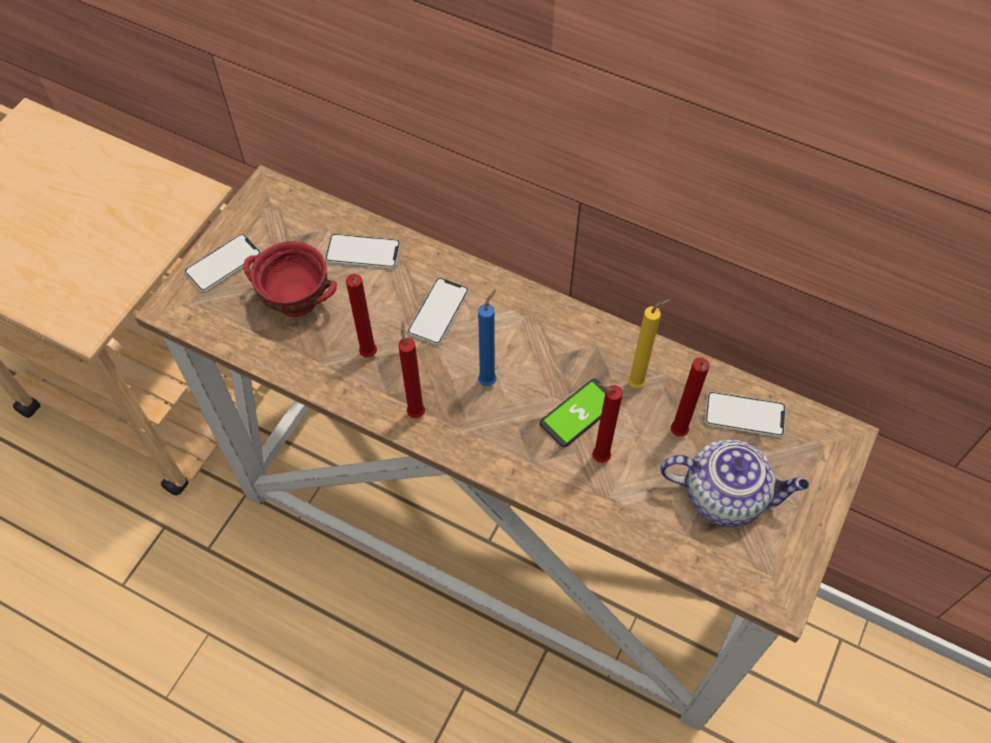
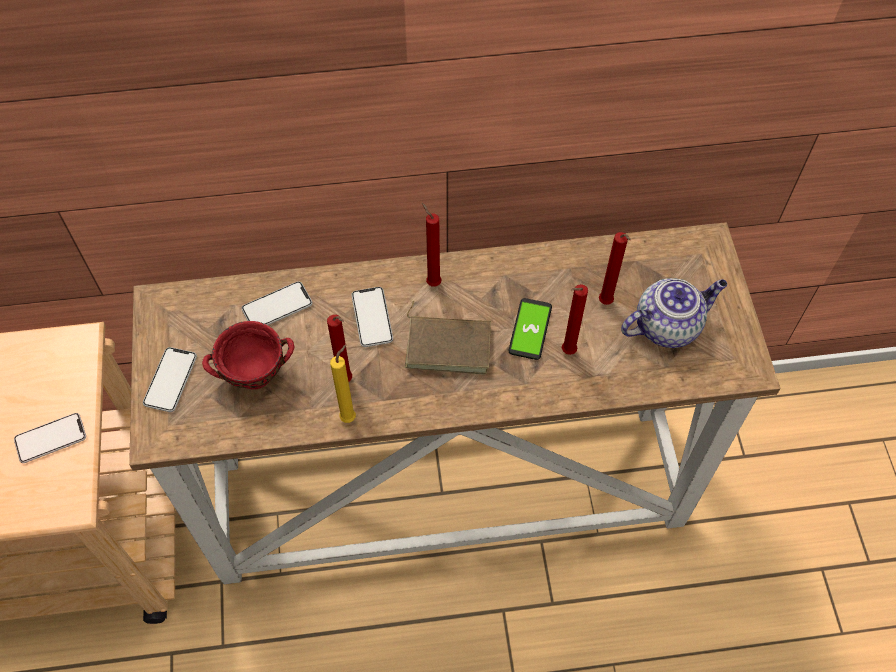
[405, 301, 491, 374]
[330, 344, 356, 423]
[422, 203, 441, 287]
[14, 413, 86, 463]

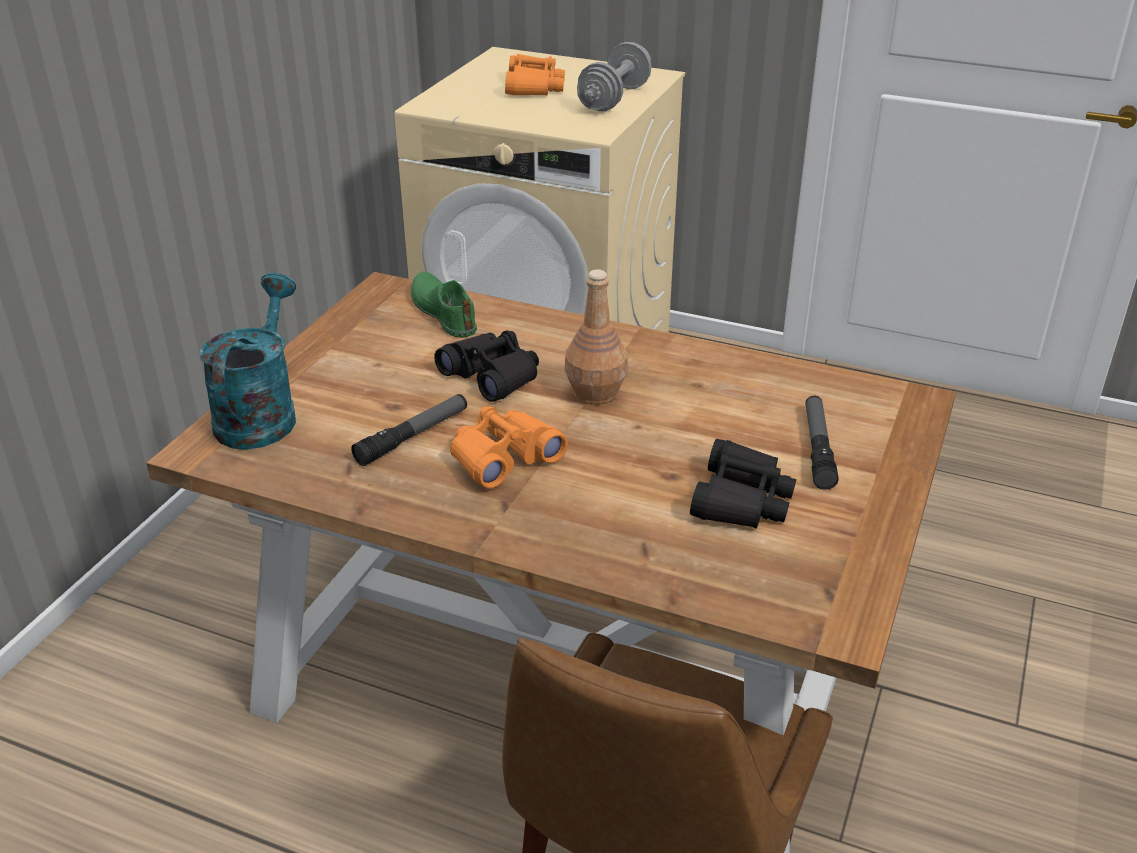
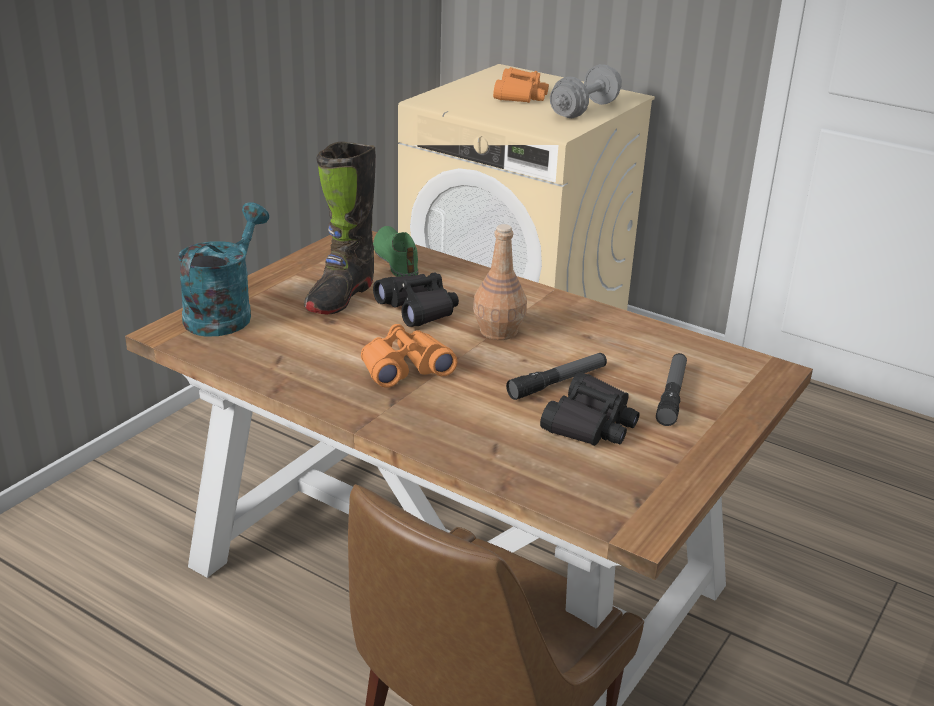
[506, 353, 607, 400]
[304, 142, 376, 314]

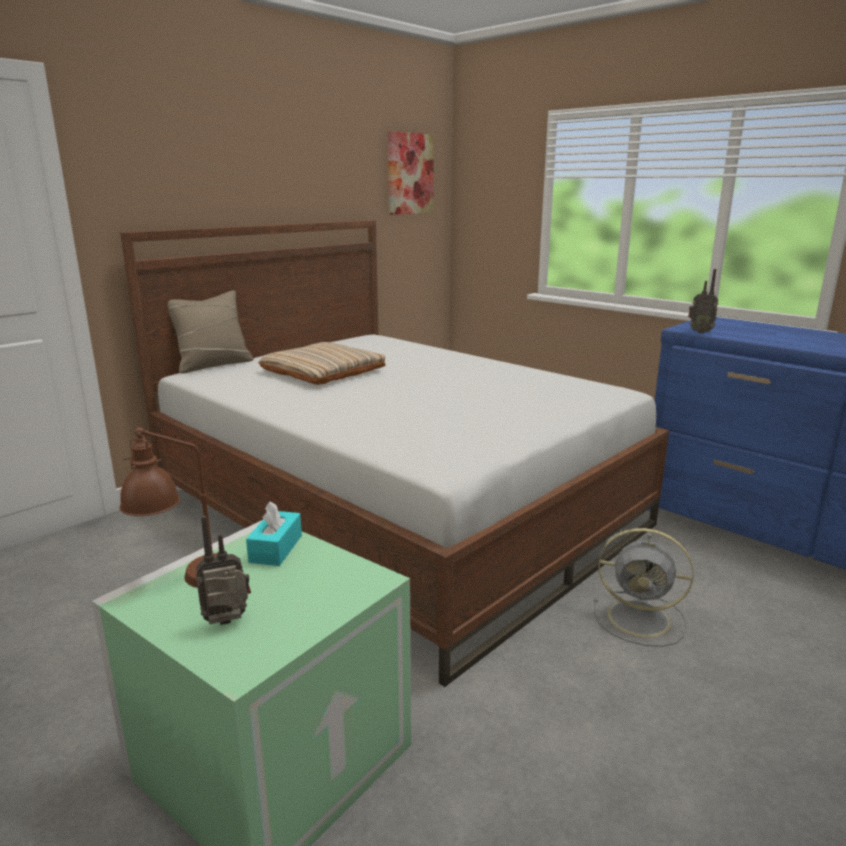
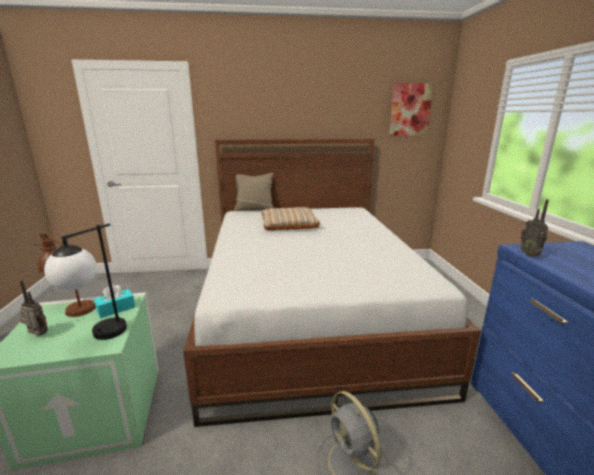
[44, 223, 127, 340]

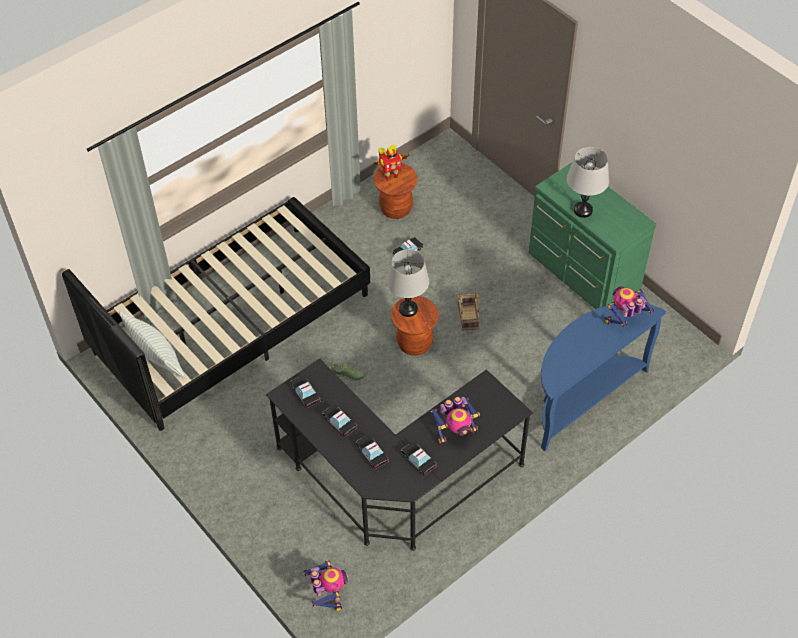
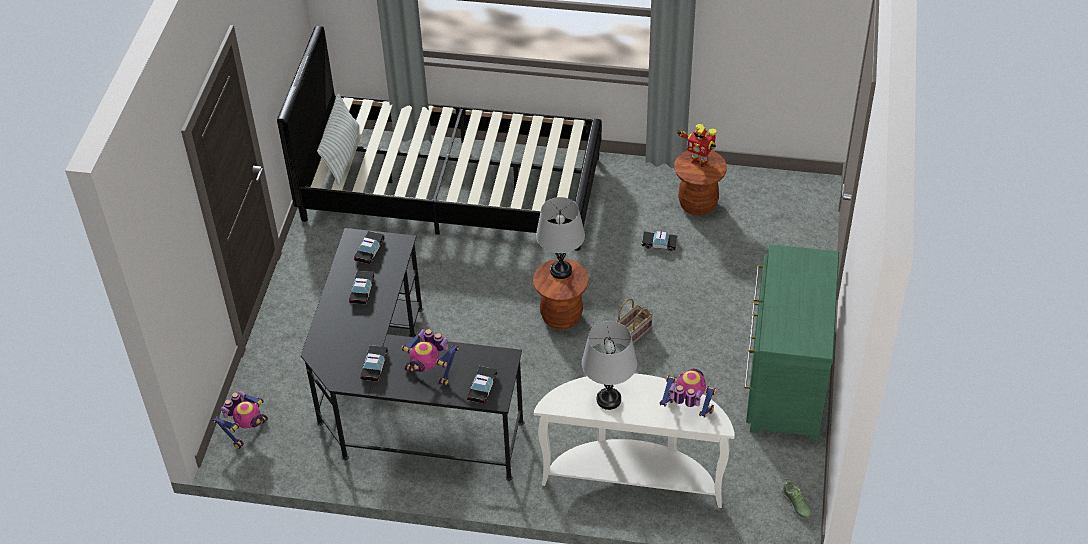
[582, 321, 637, 410]
[534, 373, 735, 508]
[781, 479, 812, 519]
[467, 366, 497, 404]

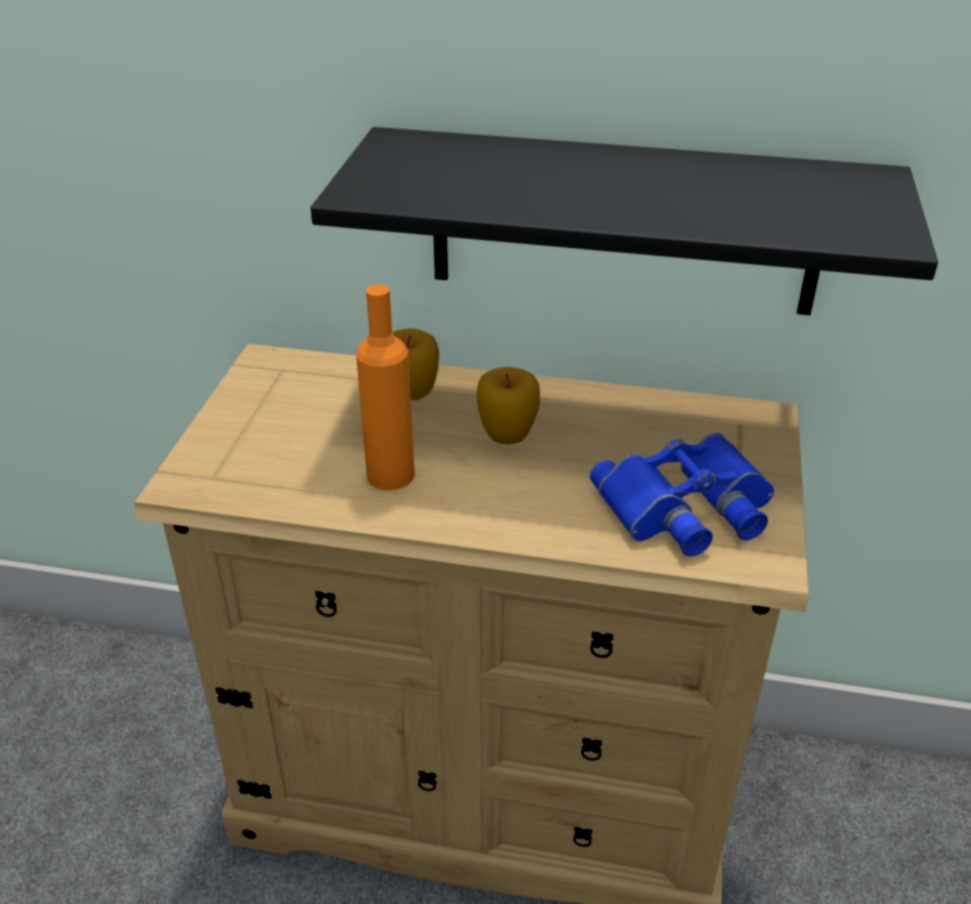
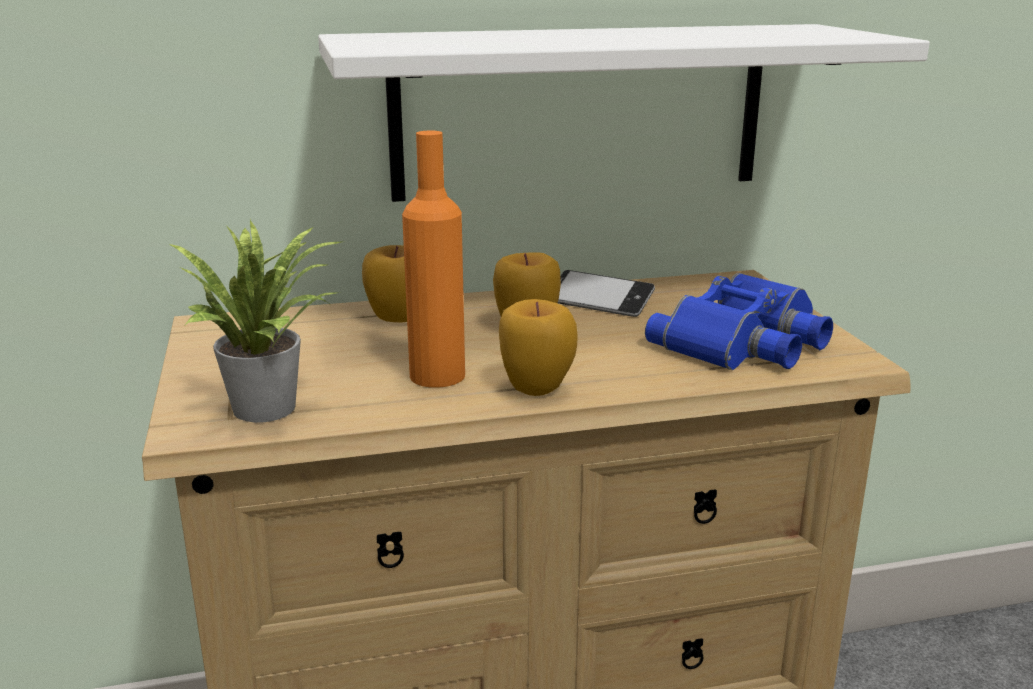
[318, 24, 930, 202]
[168, 219, 341, 423]
[558, 270, 655, 317]
[499, 299, 577, 396]

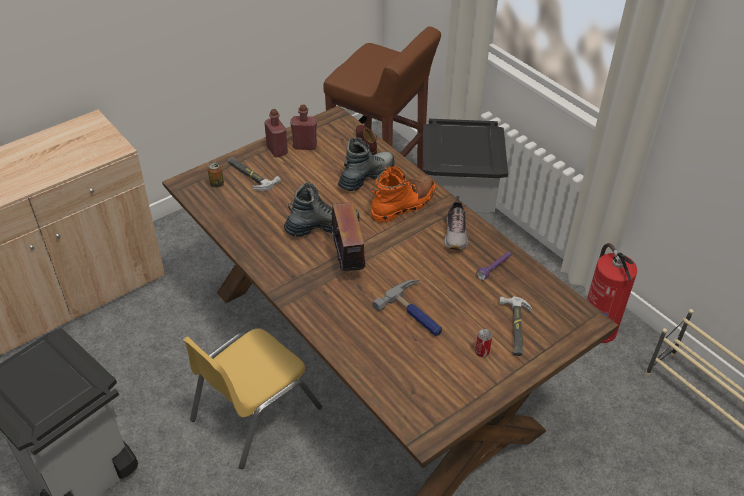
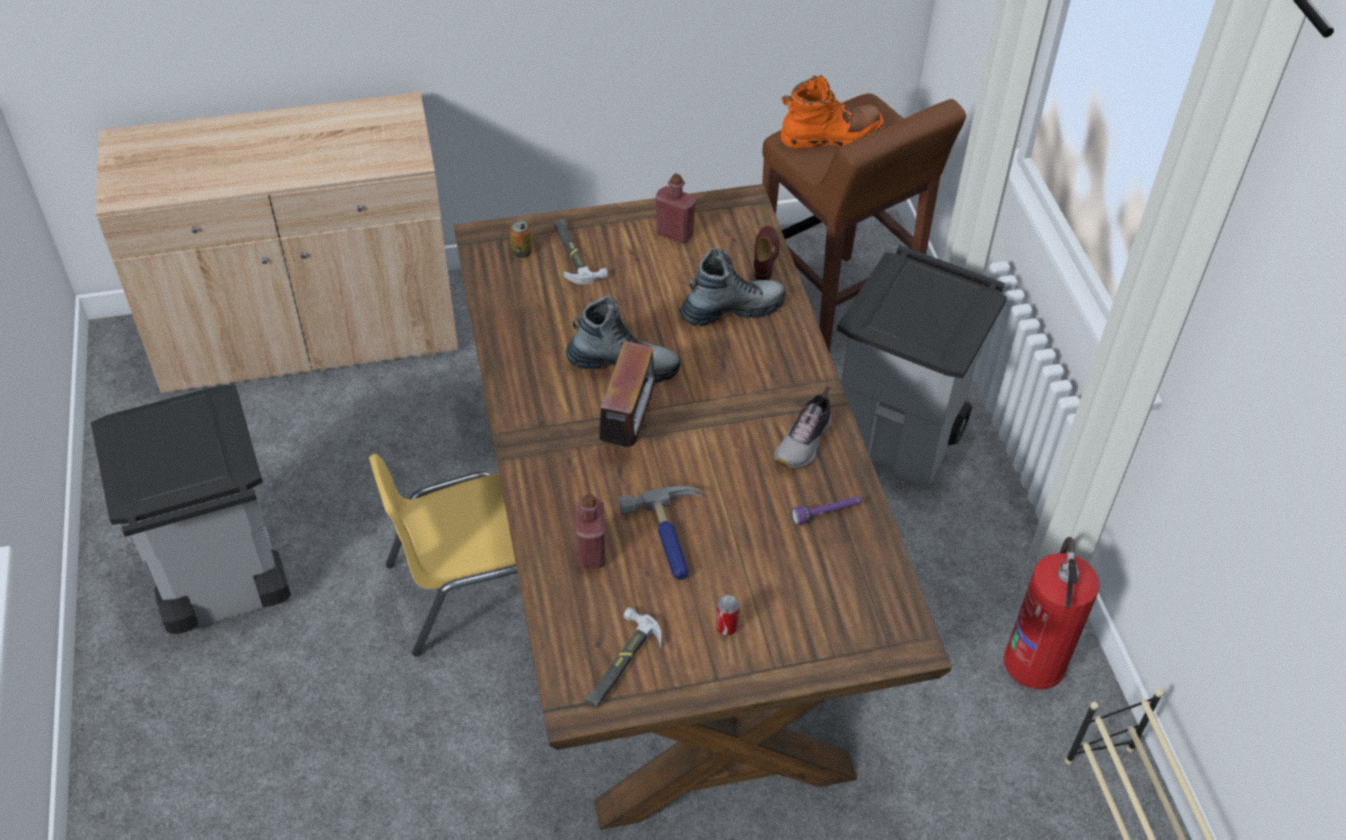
[576, 494, 605, 569]
[780, 75, 884, 150]
[585, 607, 661, 708]

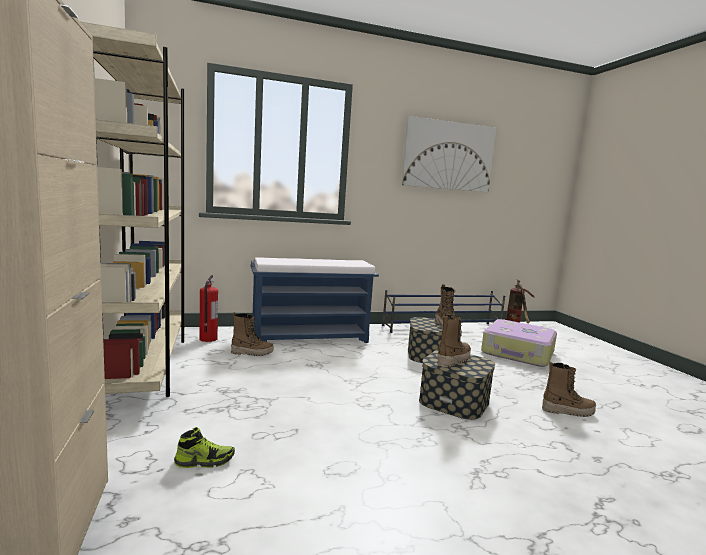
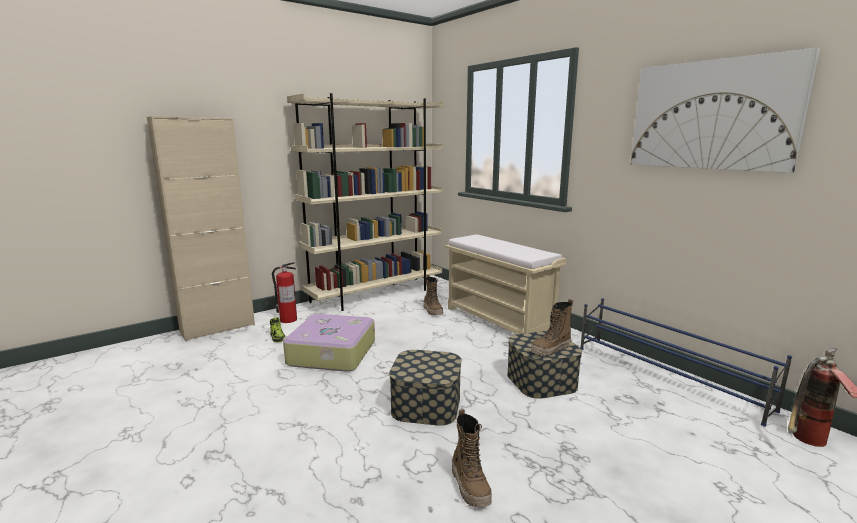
[445, 234, 566, 334]
[272, 262, 297, 323]
[437, 314, 471, 367] (first image)
[283, 314, 375, 372]

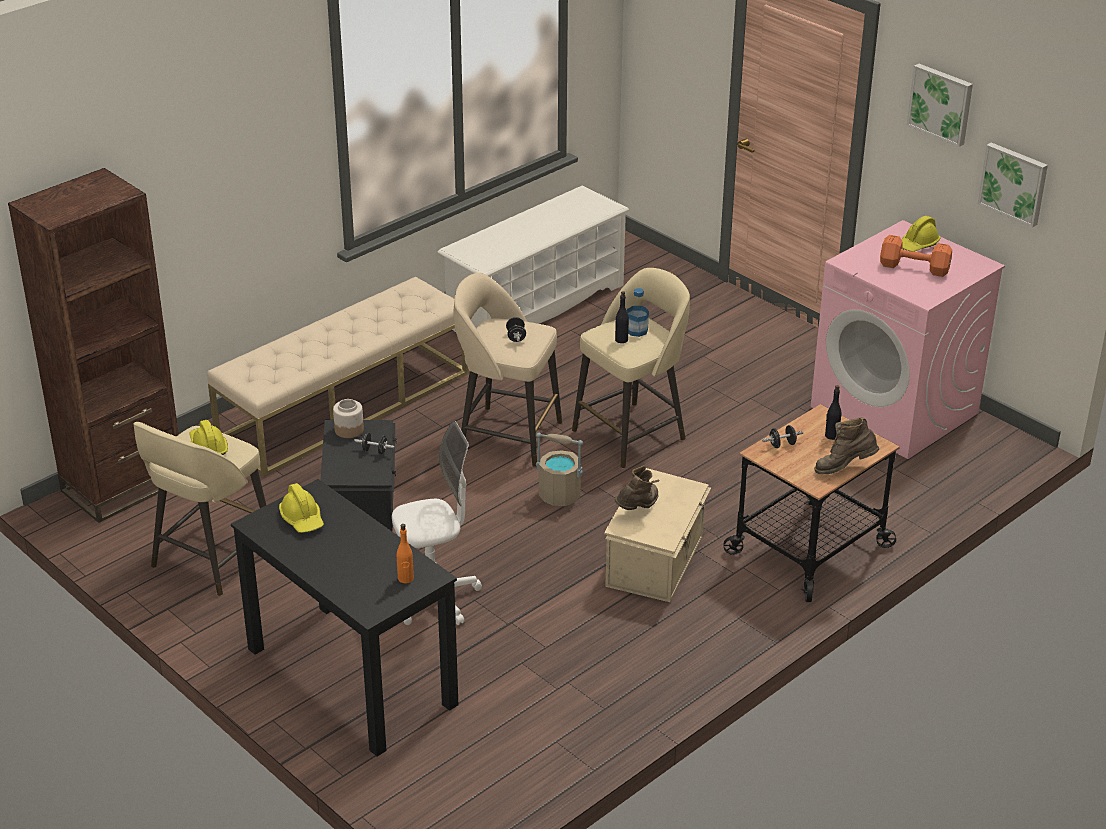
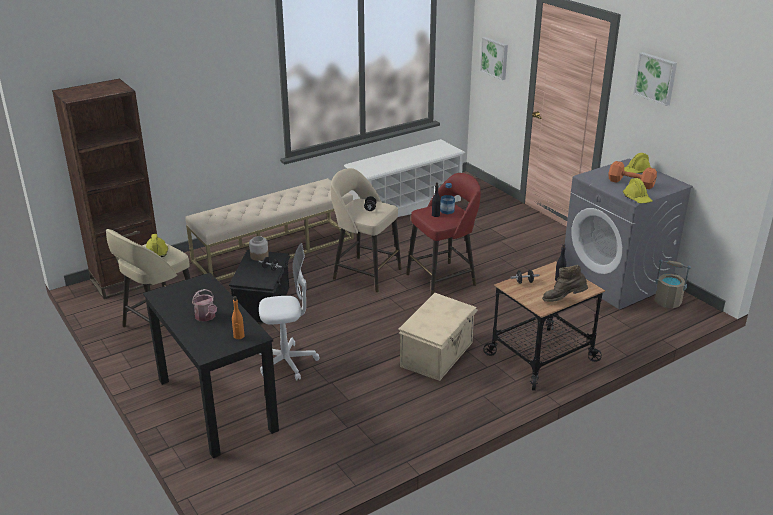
[480, 37, 508, 80]
[565, 159, 693, 310]
[406, 173, 481, 296]
[654, 260, 691, 308]
[614, 466, 660, 510] (first image)
[623, 178, 652, 203]
[192, 289, 217, 321]

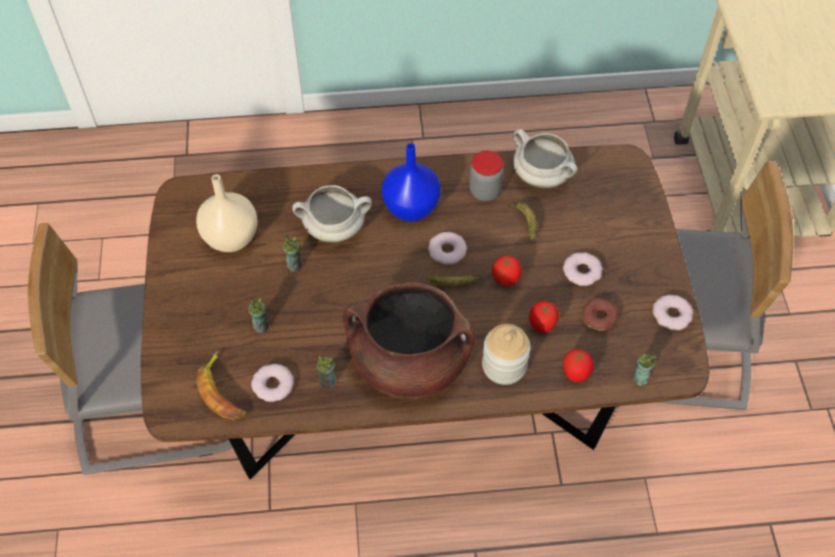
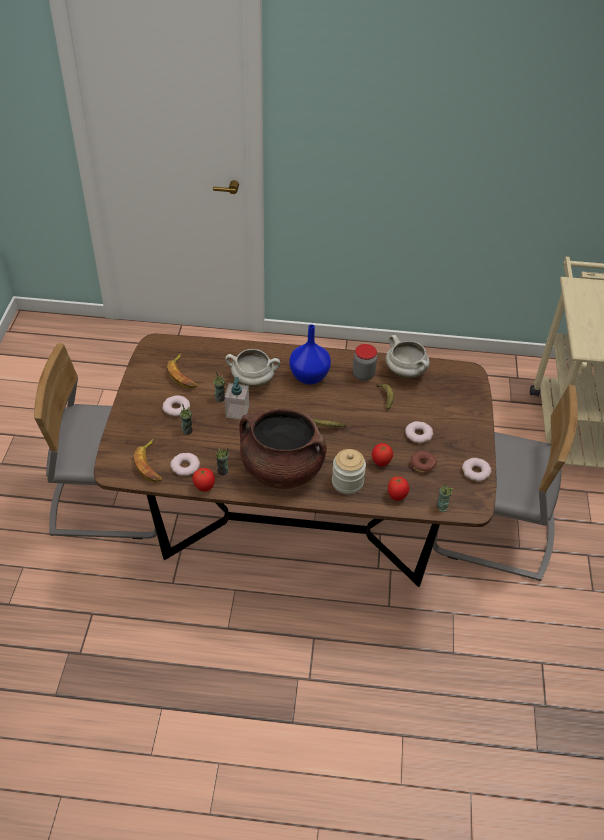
[167, 354, 197, 389]
[162, 395, 190, 417]
[192, 468, 215, 492]
[225, 377, 249, 420]

